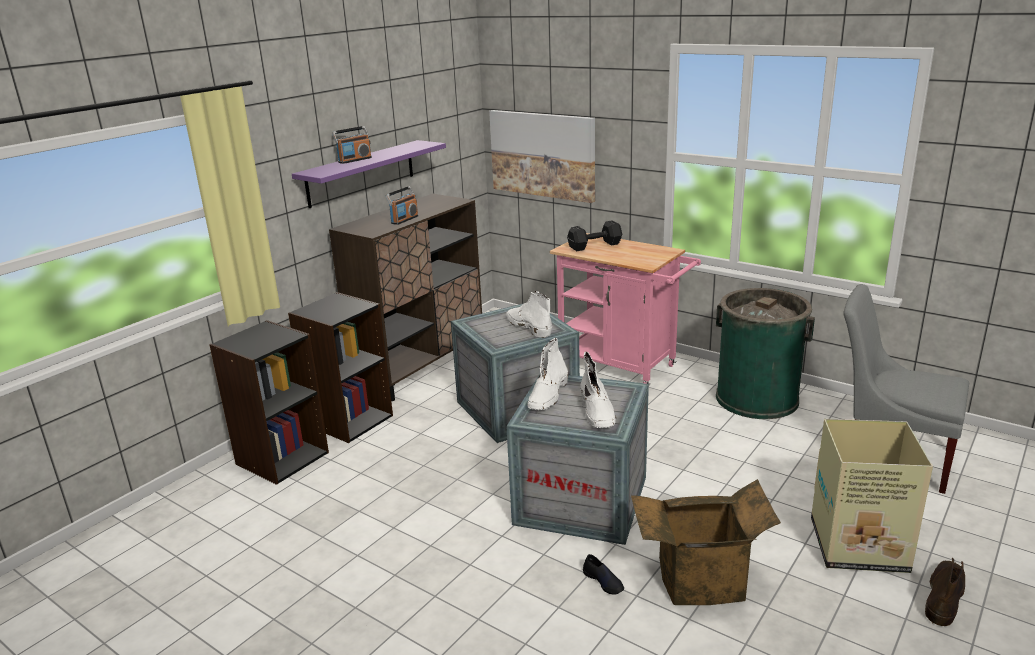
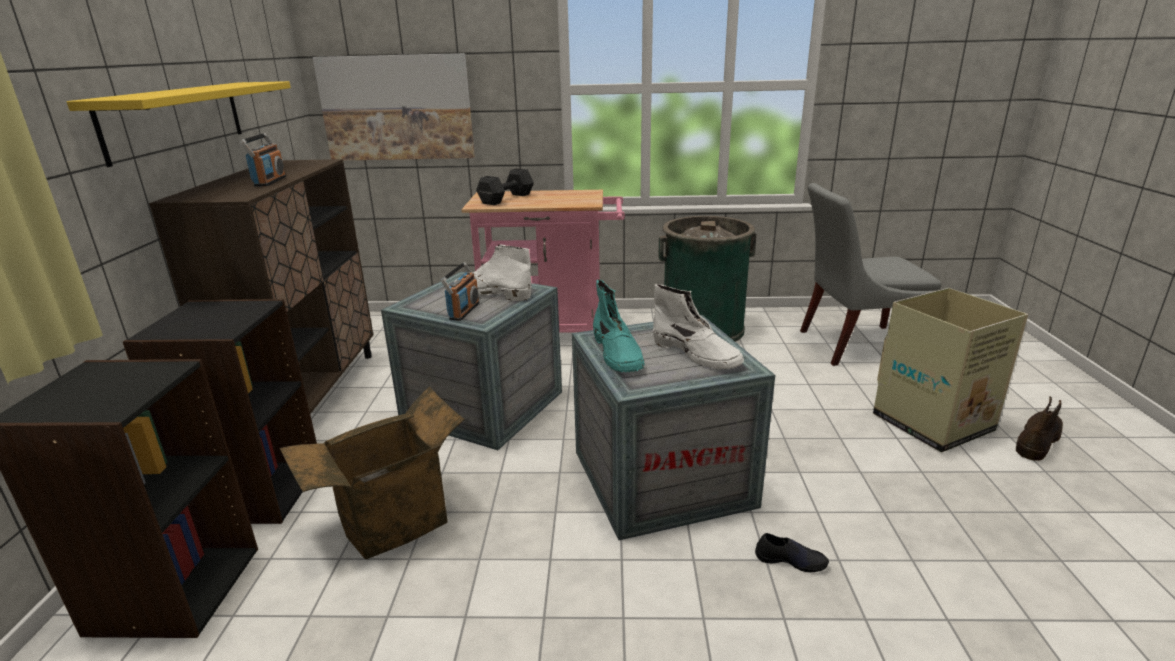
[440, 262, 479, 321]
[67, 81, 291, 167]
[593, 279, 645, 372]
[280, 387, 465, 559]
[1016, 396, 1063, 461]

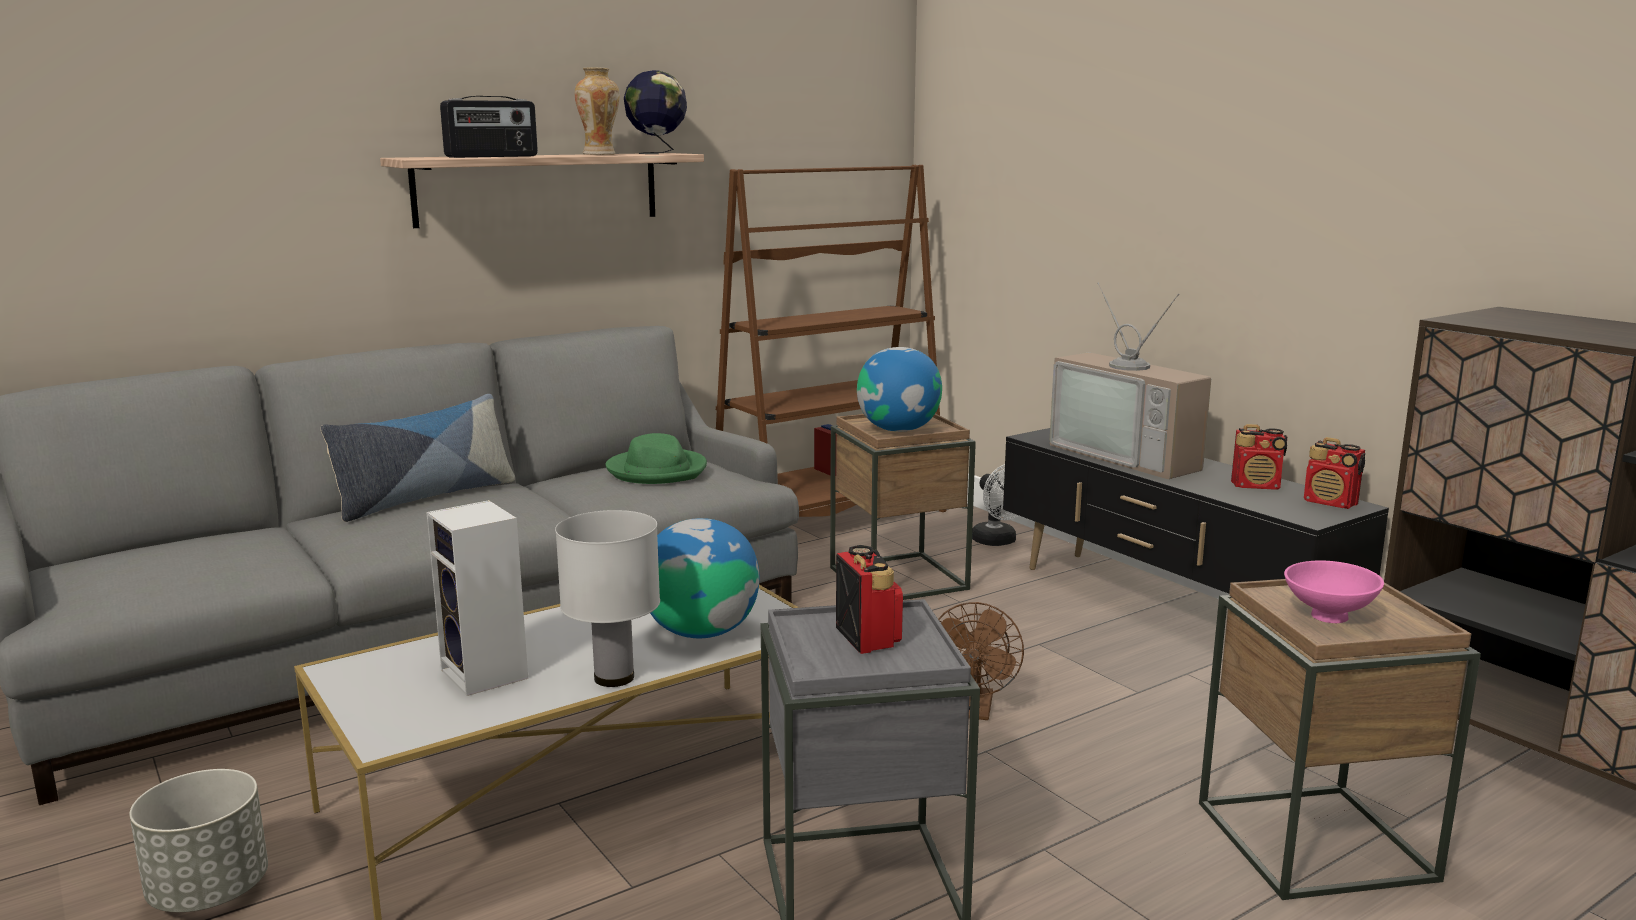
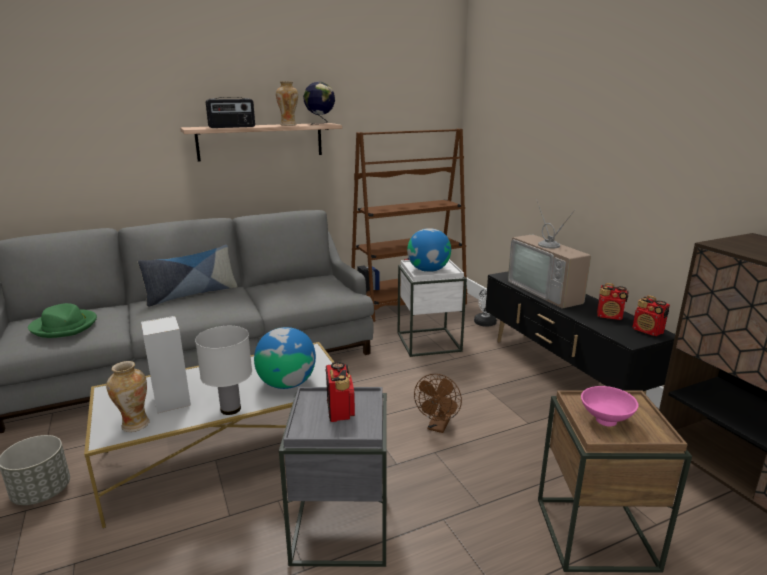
[398, 259, 467, 357]
[28, 303, 97, 338]
[106, 361, 149, 432]

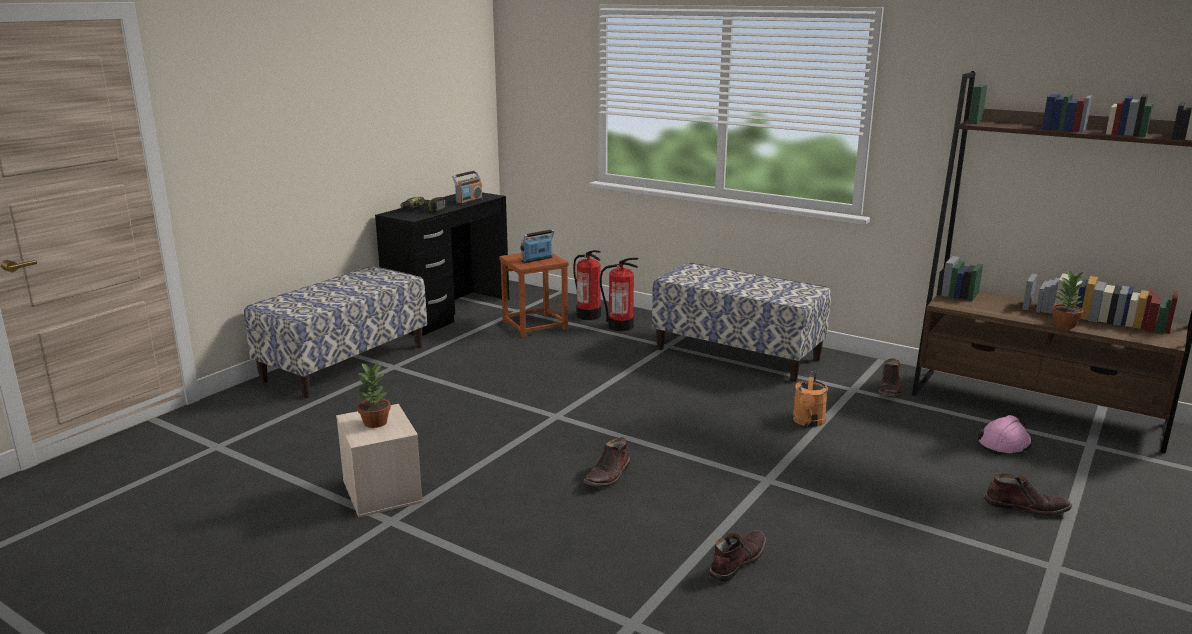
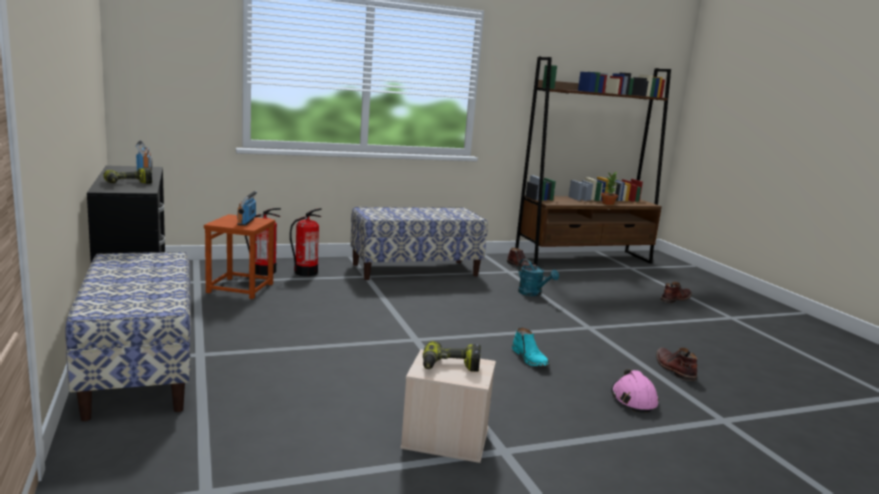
[423, 341, 481, 372]
[518, 259, 559, 296]
[611, 369, 659, 413]
[512, 327, 550, 367]

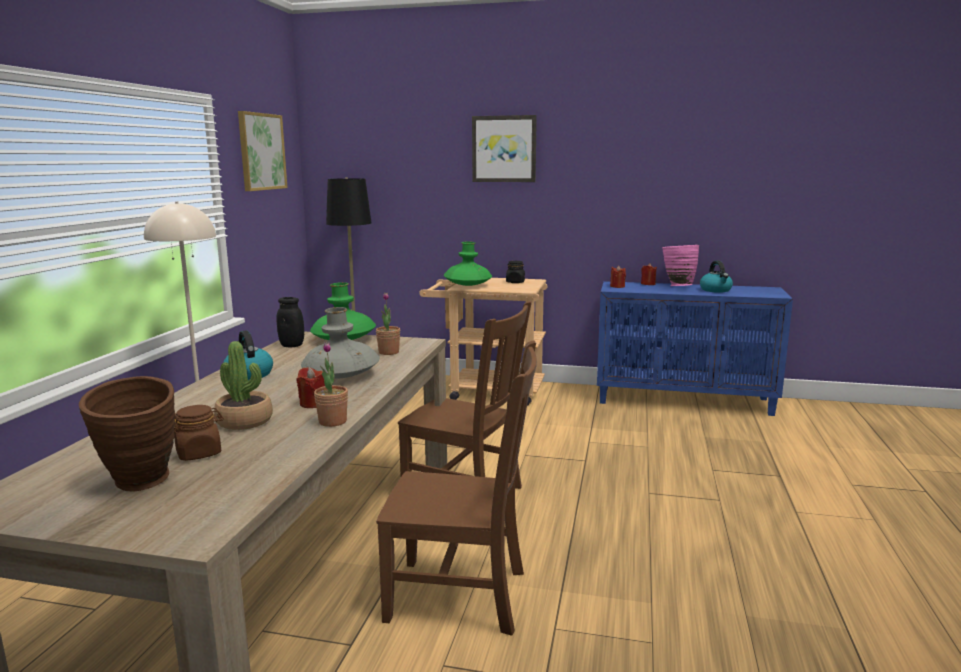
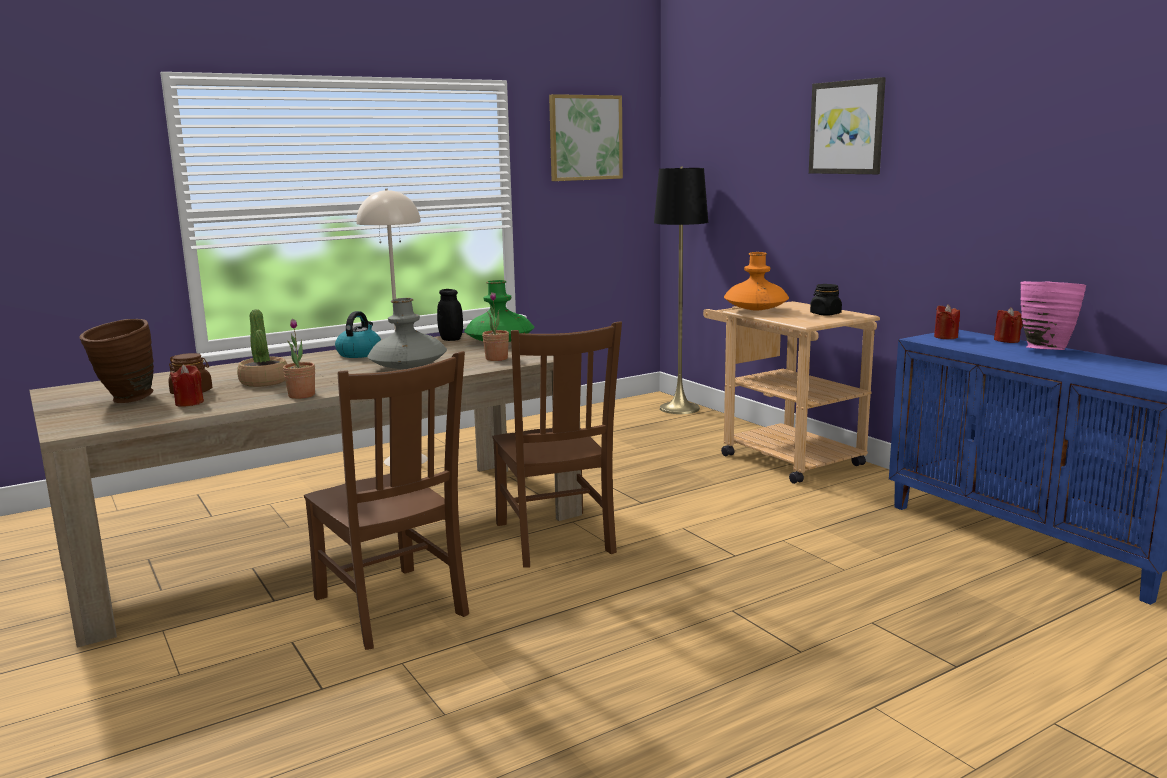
[724, 252, 789, 310]
[700, 261, 733, 293] (first image)
[170, 365, 204, 407]

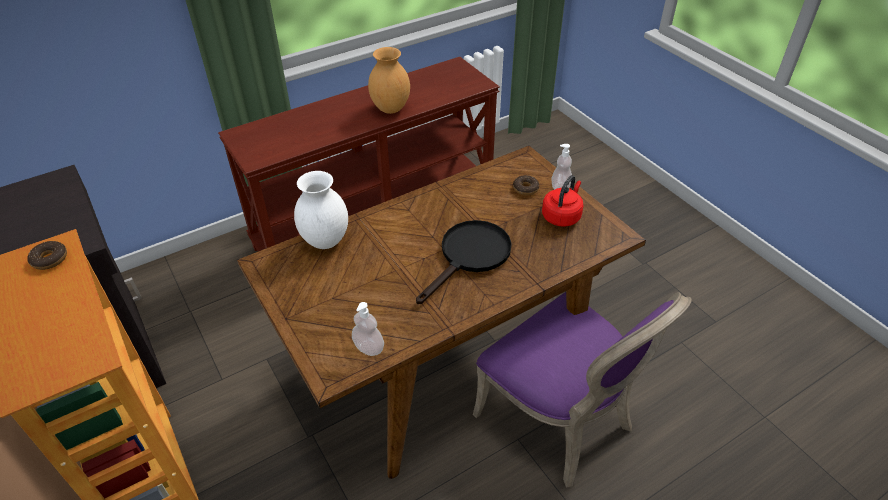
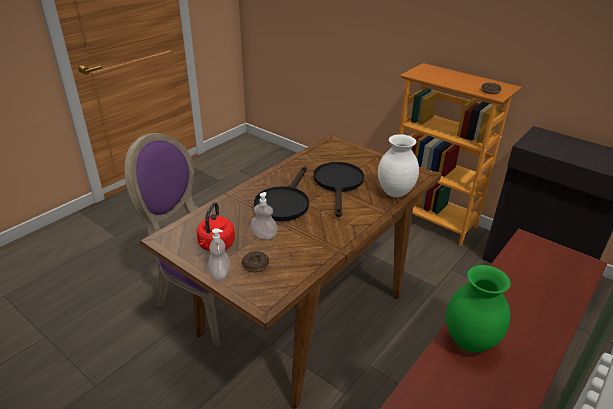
[446, 265, 511, 353]
[251, 192, 278, 239]
[313, 162, 364, 217]

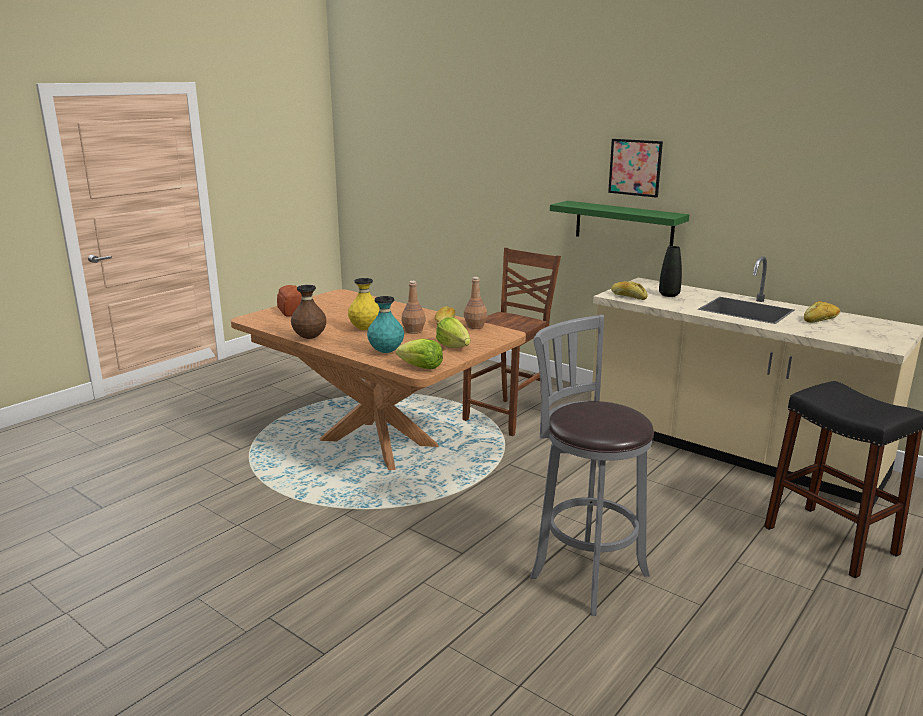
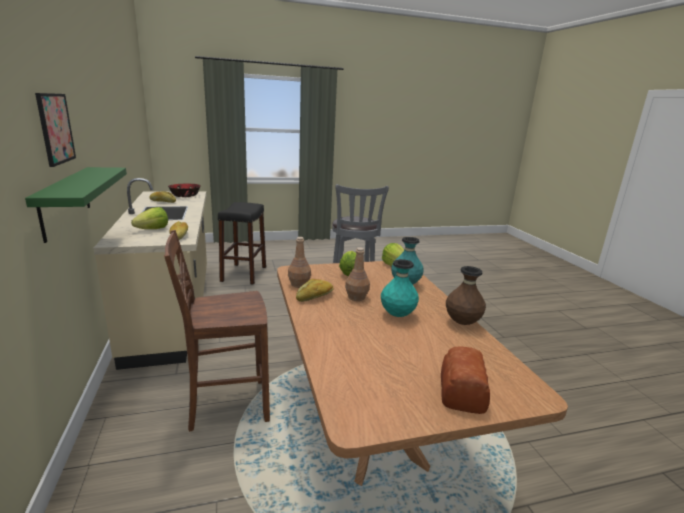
[131, 207, 168, 229]
[381, 259, 419, 317]
[168, 184, 201, 197]

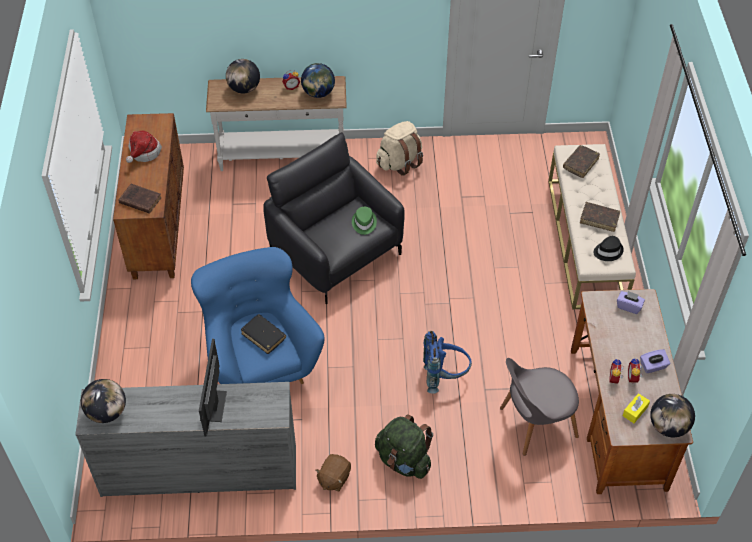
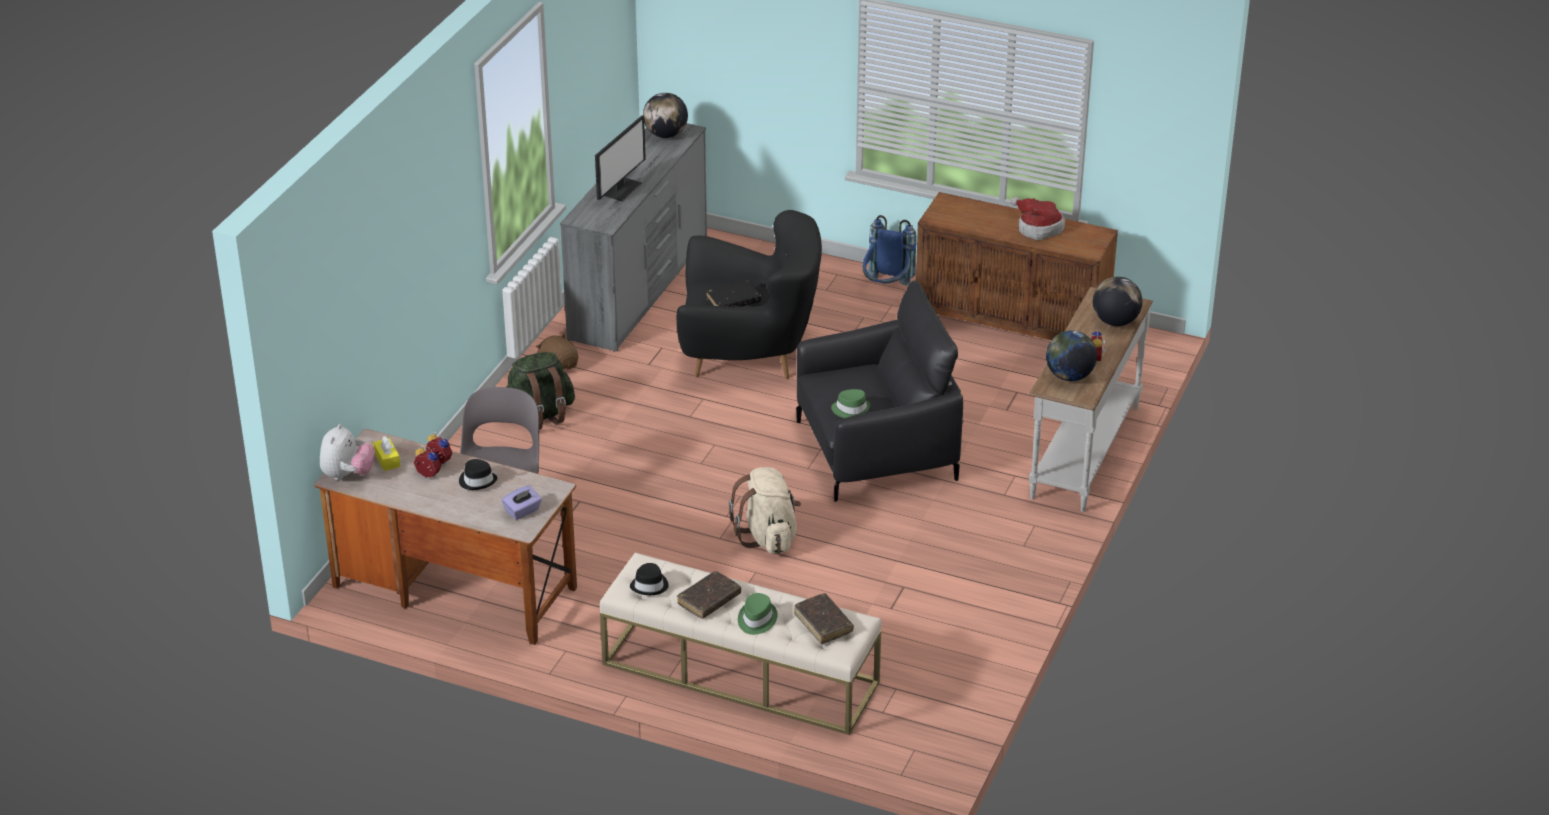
[729, 467, 801, 554]
[118, 184, 162, 214] (first image)
[676, 210, 822, 379]
[862, 215, 917, 286]
[595, 115, 646, 201]
[640, 349, 670, 373] (first image)
[320, 424, 375, 480]
[459, 459, 497, 490]
[738, 593, 777, 635]

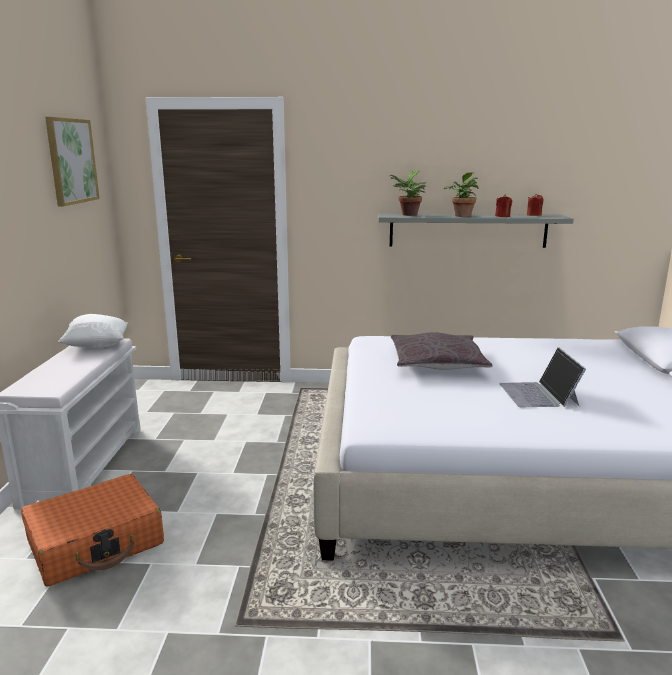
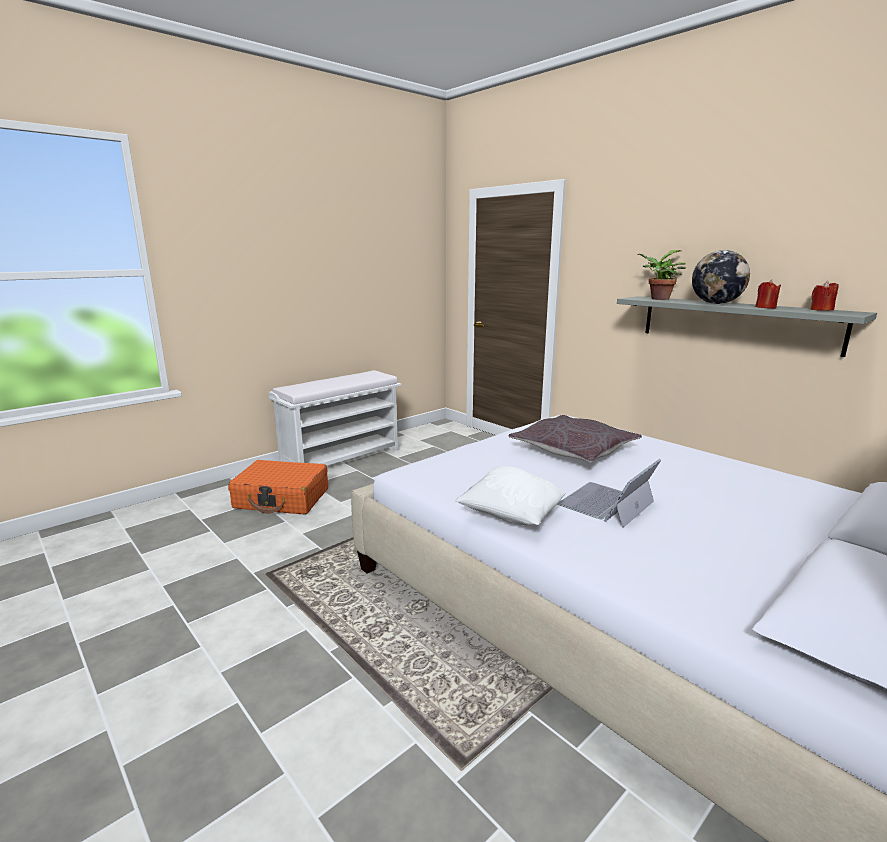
[45, 117, 100, 206] (first image)
[692, 250, 750, 304]
[455, 466, 566, 526]

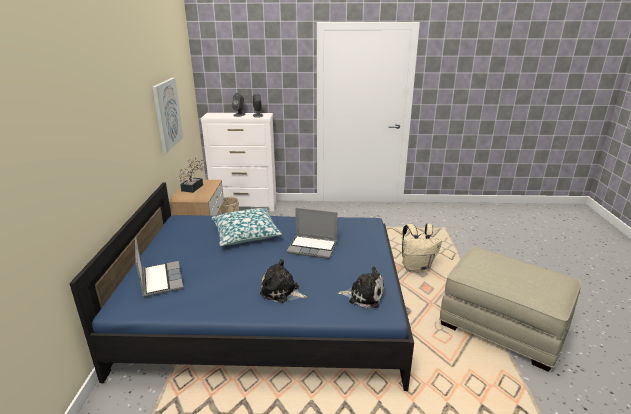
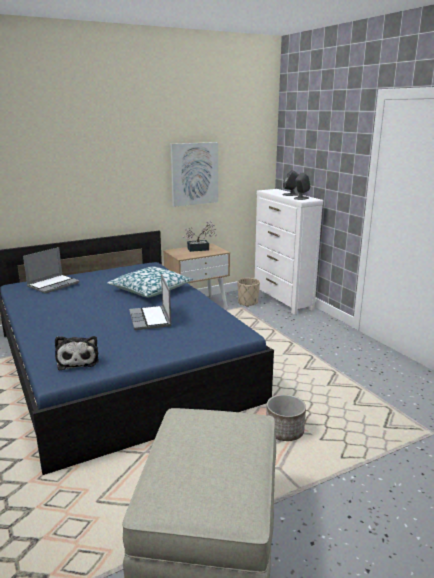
[266, 394, 306, 441]
[260, 259, 307, 303] (first image)

